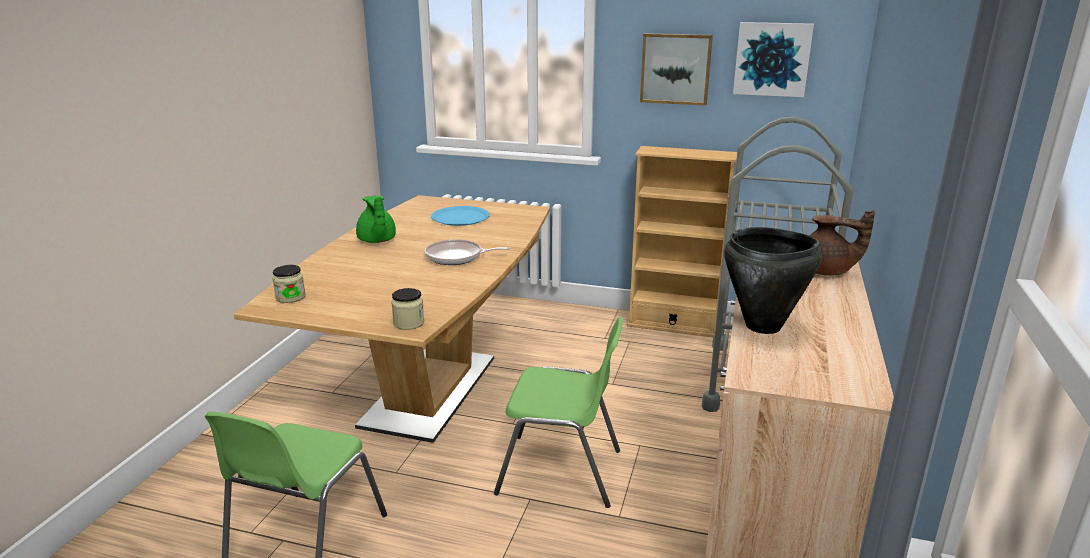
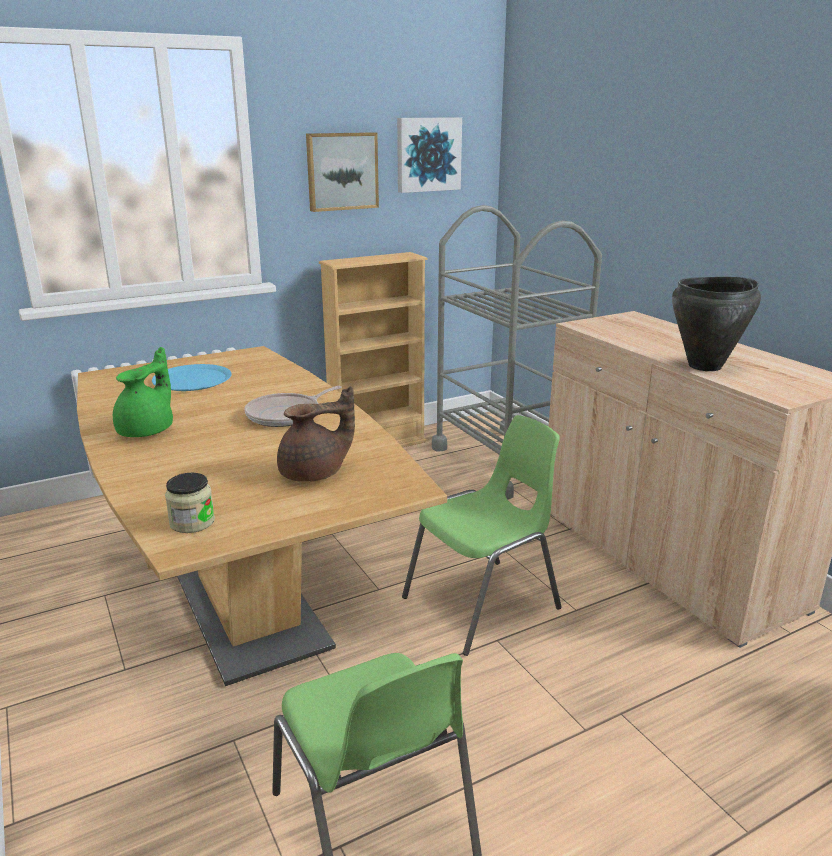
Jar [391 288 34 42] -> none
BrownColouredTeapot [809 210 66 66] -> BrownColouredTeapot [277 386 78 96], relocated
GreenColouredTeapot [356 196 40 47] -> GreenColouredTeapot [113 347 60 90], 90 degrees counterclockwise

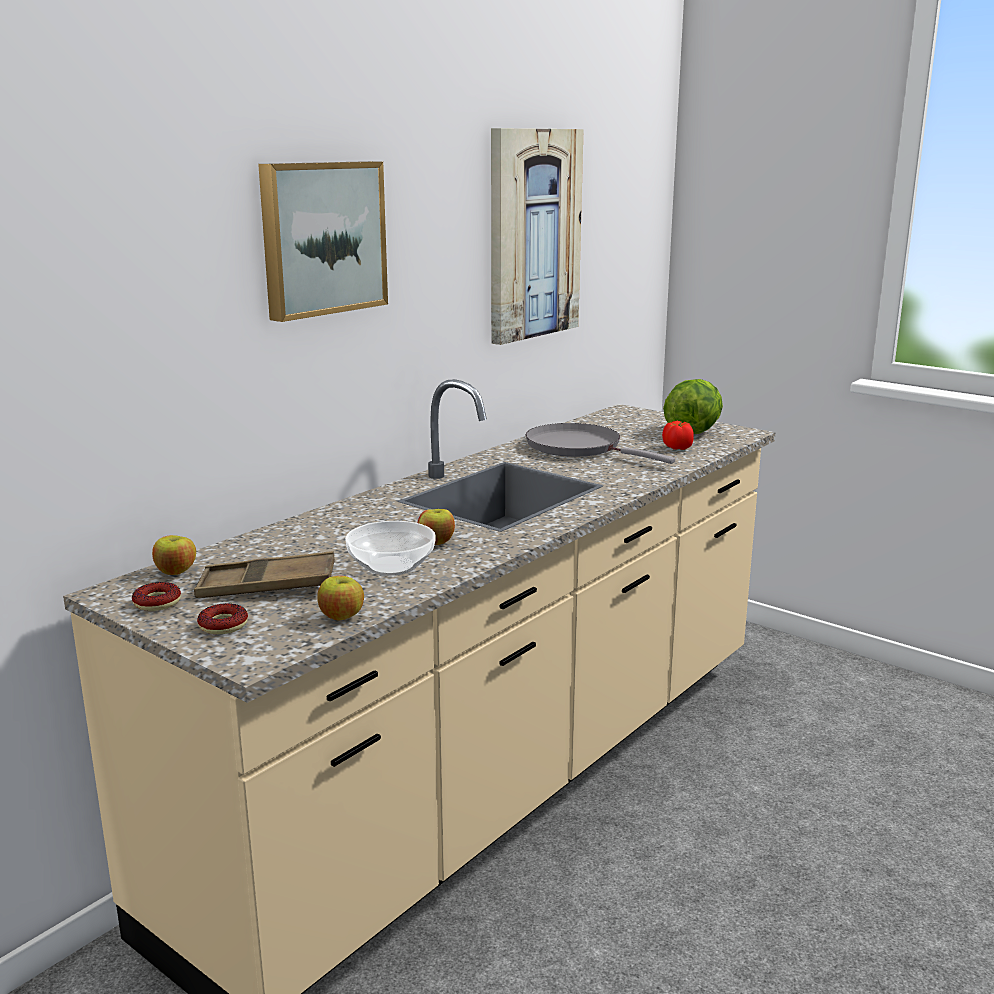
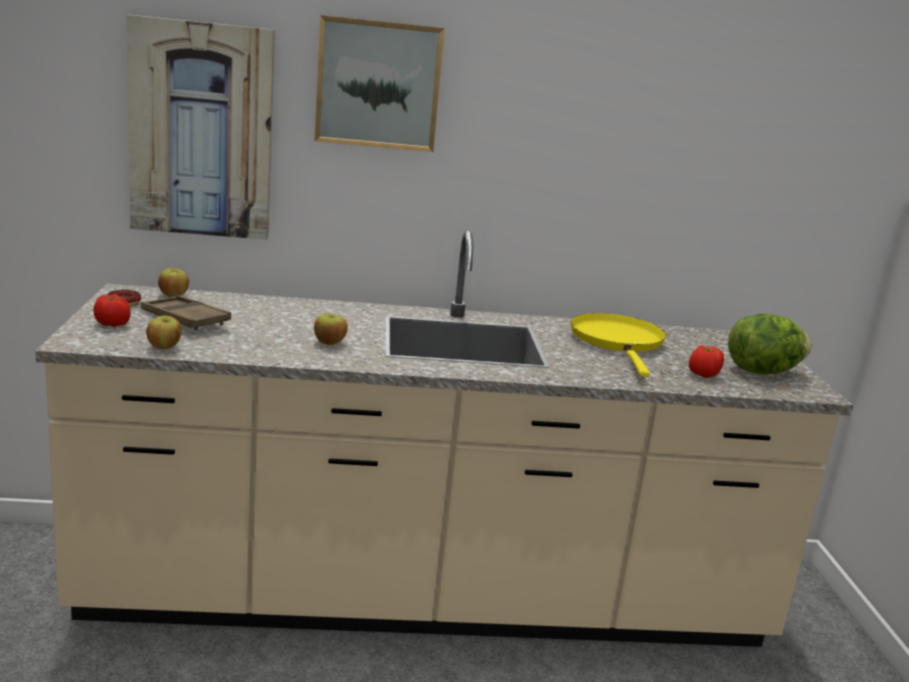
ServingBowl [345 521 91 55] -> none
WallPicture [491 128 93 217] -> WallPicture [126 15 149 225], relocated
Doughnut [197 603 51 31] -> Tomato [93 294 38 33]
GreyPan [525 423 150 41] -> YellowishPan [571 313 95 64]

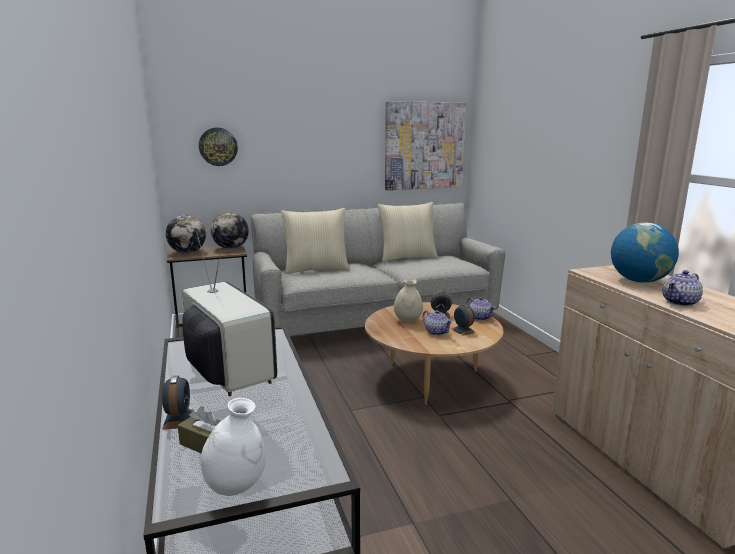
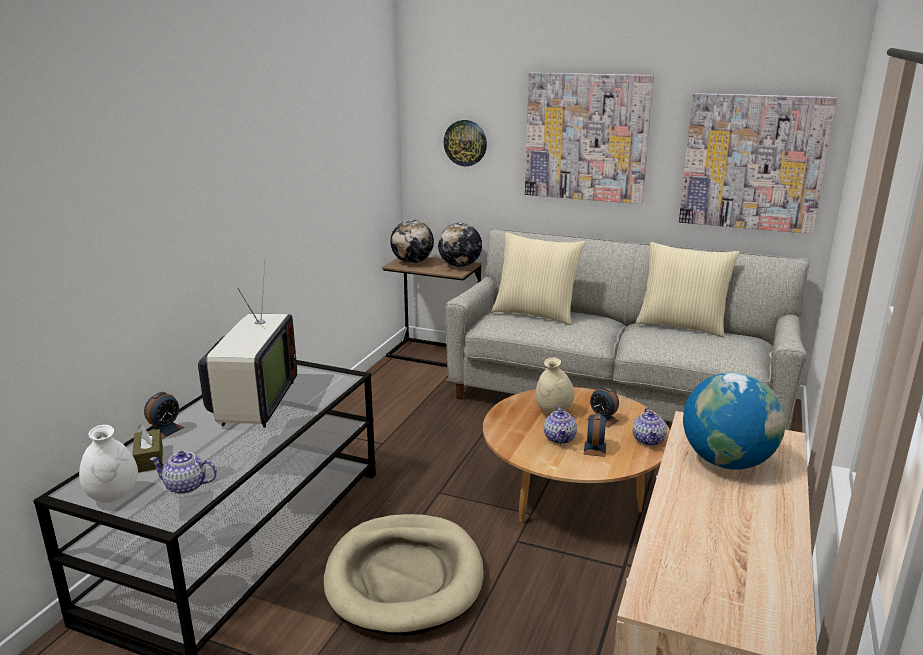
none -> BeigeColouredDogBed [324 514 160 122]
none -> WallPicture [525 72 129 132]
Teapot [663 270 40 36] -> Teapot [149 451 68 43], relocated

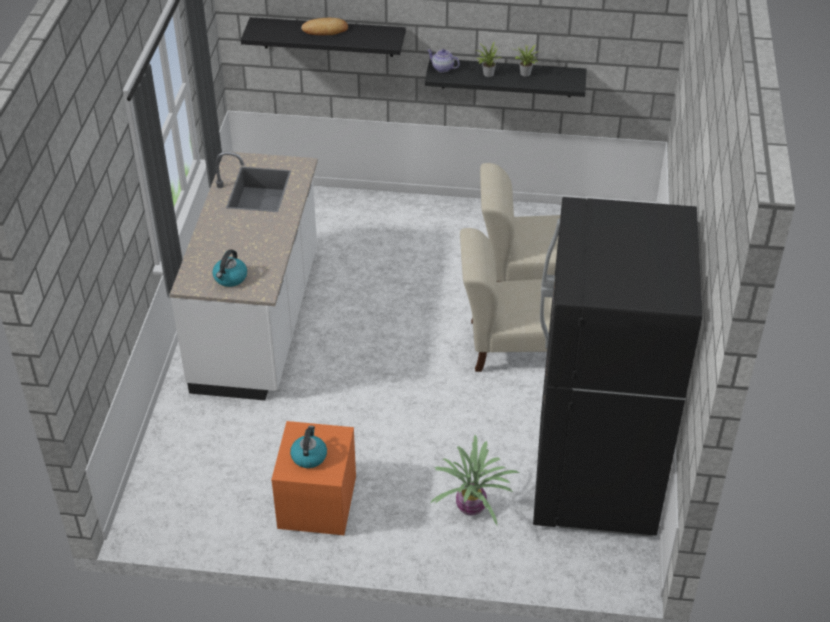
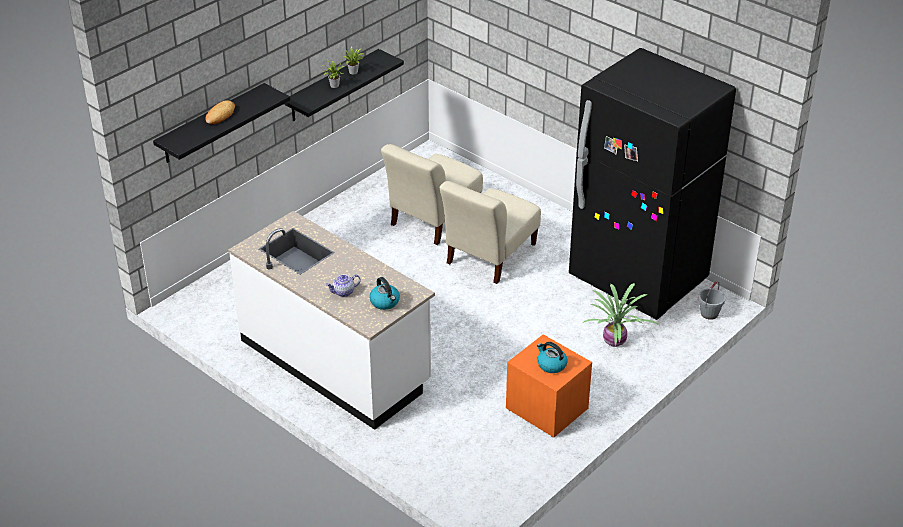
none -> GreyPail [698 281 28 39]
Teapot [427 49 33 24] -> Teapot [326 274 35 23], relocated

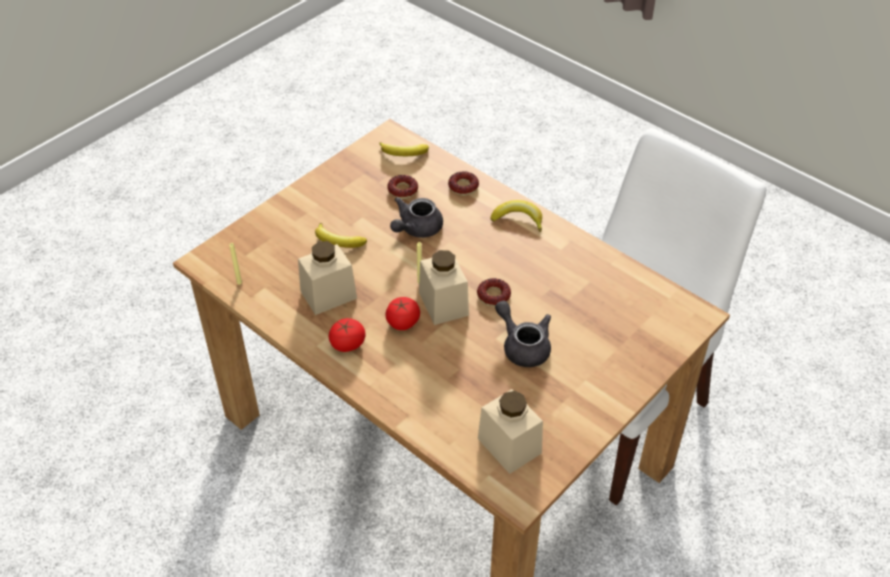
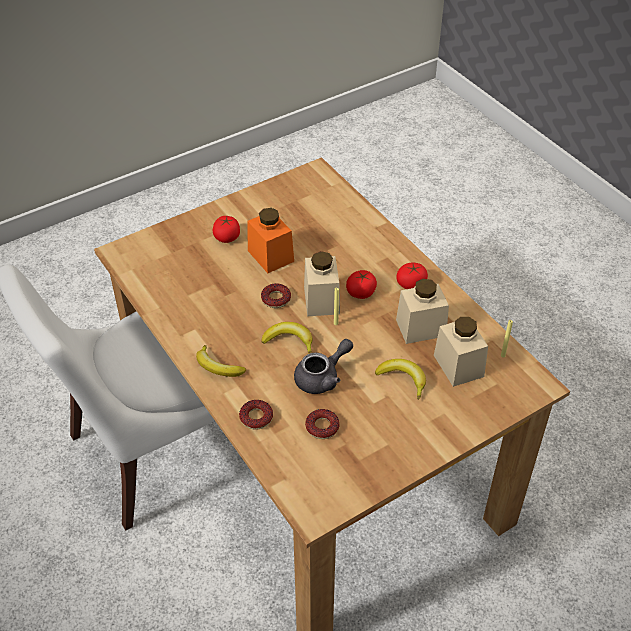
none -> Tomato [213 216 27 27]
WholeBanana [380 142 49 14] -> WholeBanana [261 322 51 32], relocated
BeigeColouredJar [478 389 65 85] -> BeigeColouredJar [434 317 54 70], relocated
GreyTeapot [495 301 56 66] -> OrangeColouredJar [247 208 47 65]

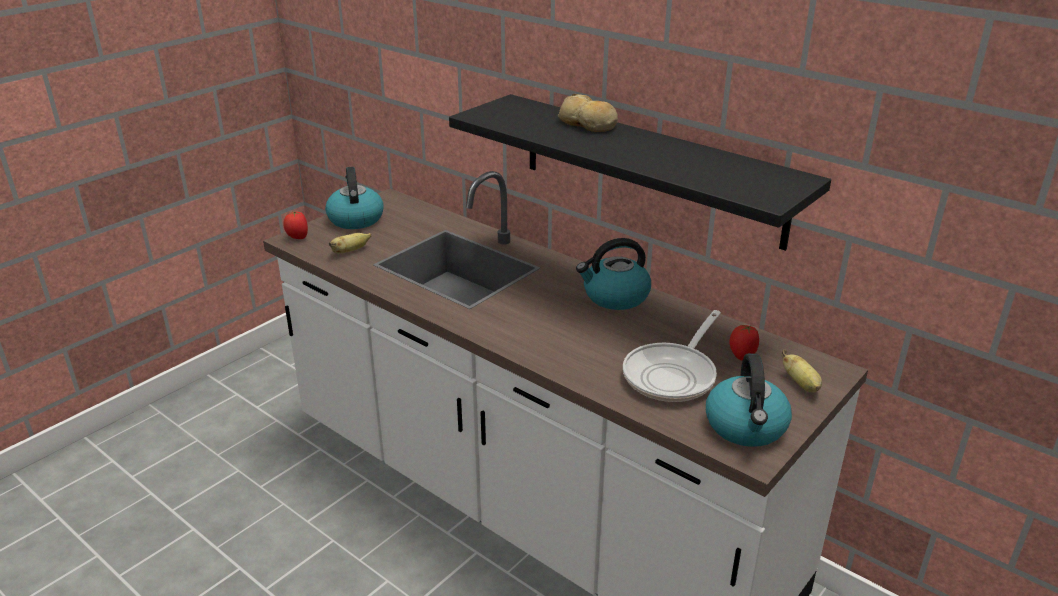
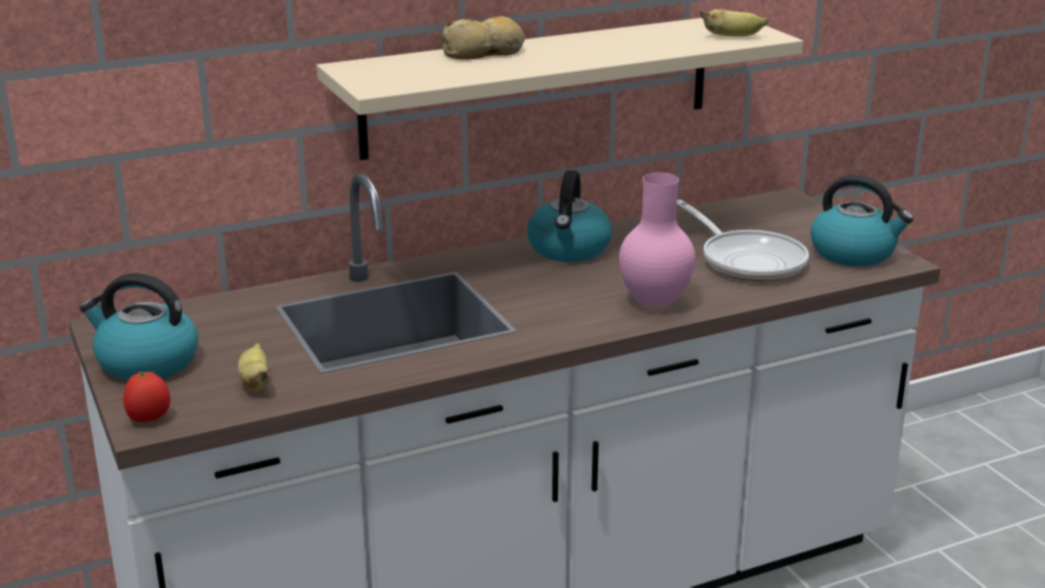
Tomato [730 325 29 36] -> none
none -> PinkishFlowerVase [619 173 76 135]
WholeBanana [781 350 41 43] -> WholeBanana [700 9 68 28], relocated
BlackBracketShelf [449 94 382 157] -> BeigeColouredBracketShelf [316 18 487 142]

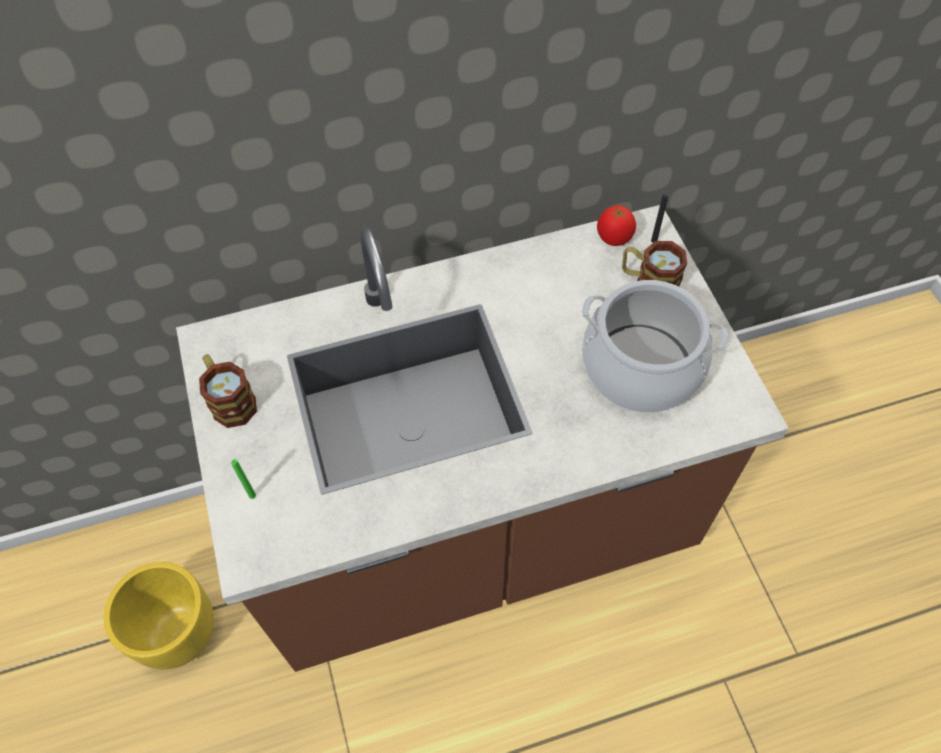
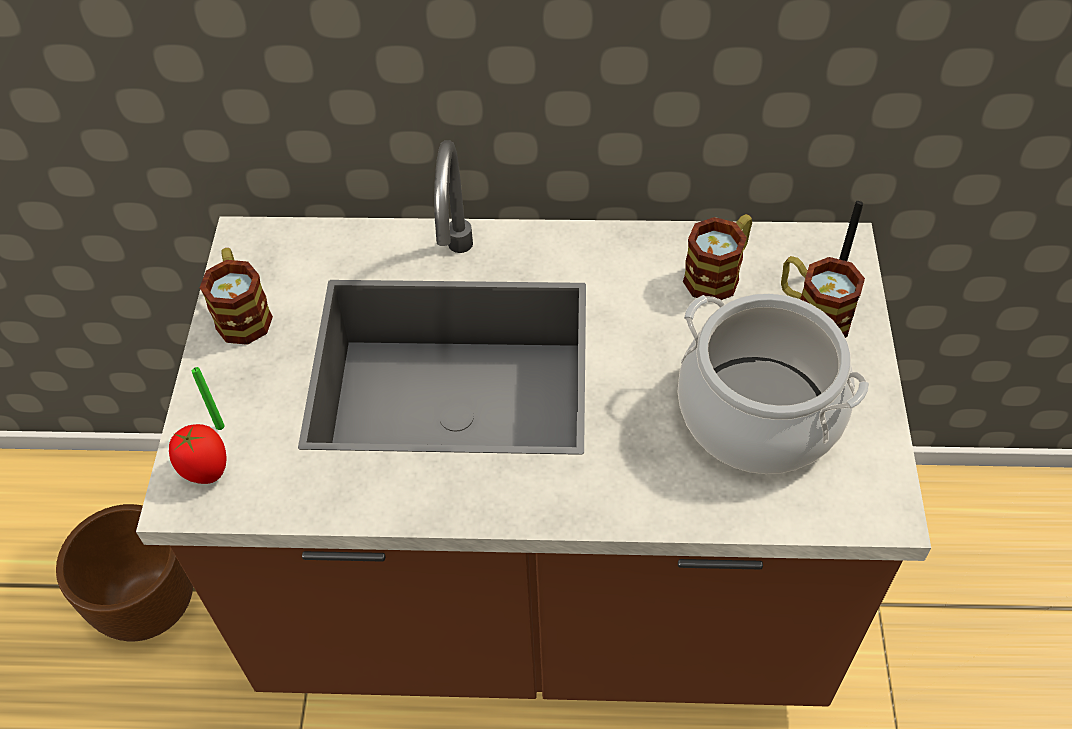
none -> CoffeeMug [683 214 69 86]
Tomato [597 205 39 41] -> Tomato [169 424 58 60], relocated
YellowishFlowerPot [104 562 110 107] -> BrownColouredFlowerPot [56 504 137 137]

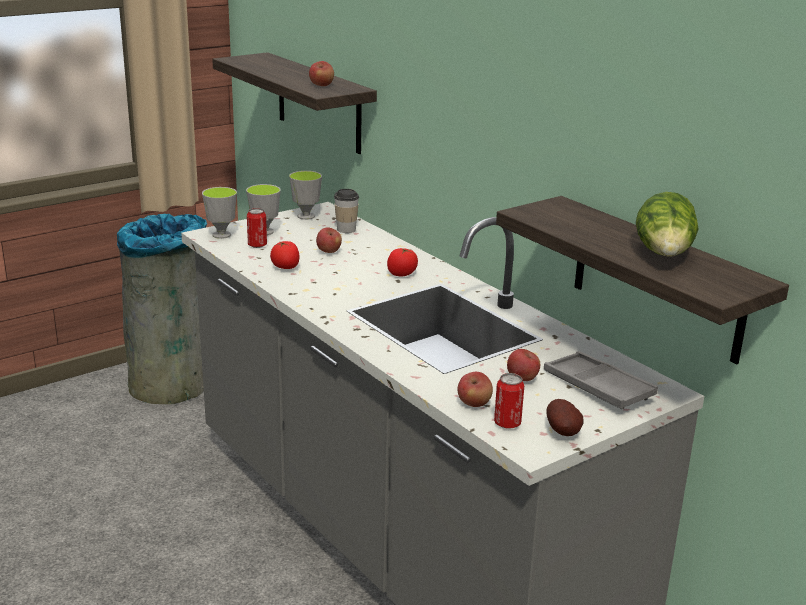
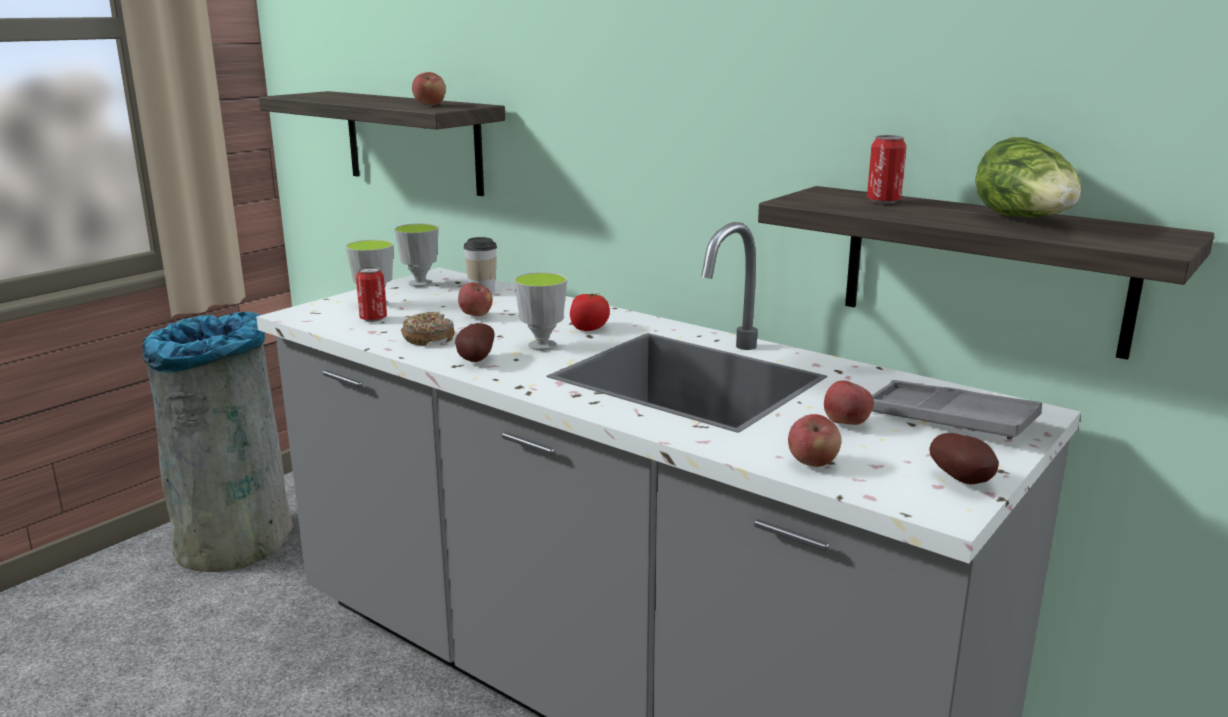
none -> Potato [455 323 39 39]
DrinkingCup [202 187 35 52] -> DrinkingCup [514 272 53 79], relocated
Can [494 373 30 56] -> Can [867 135 39 69], relocated
Tomato [270 241 30 28] -> Doughnut [401 312 54 34]

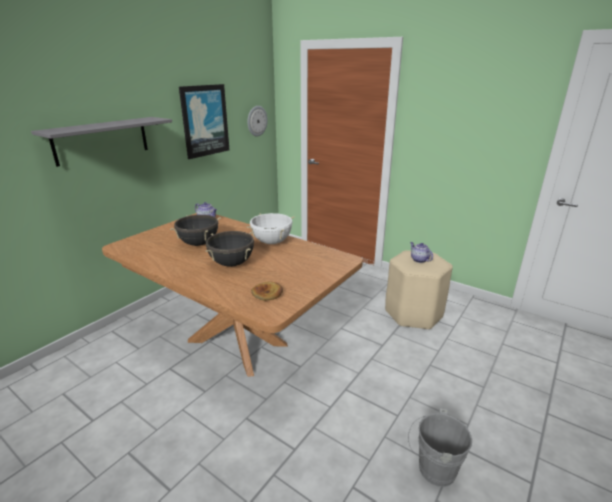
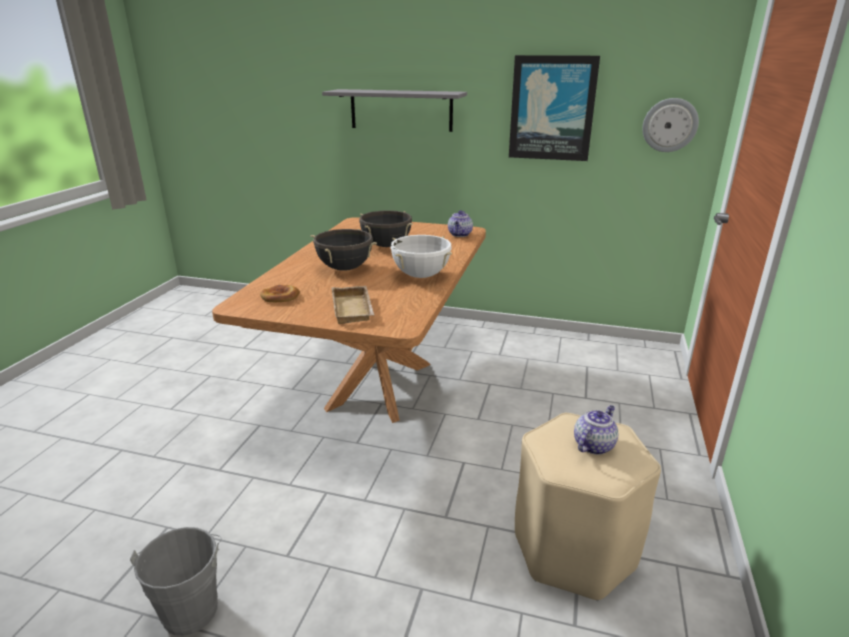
none -> BeigeColouredServingTray [332 286 42 38]

